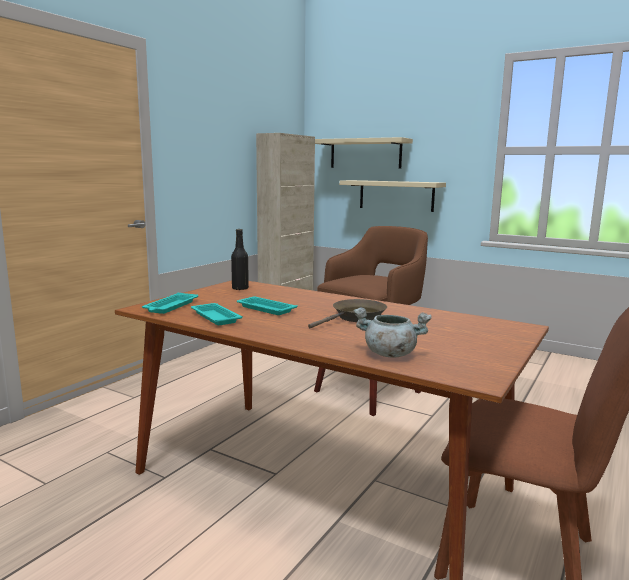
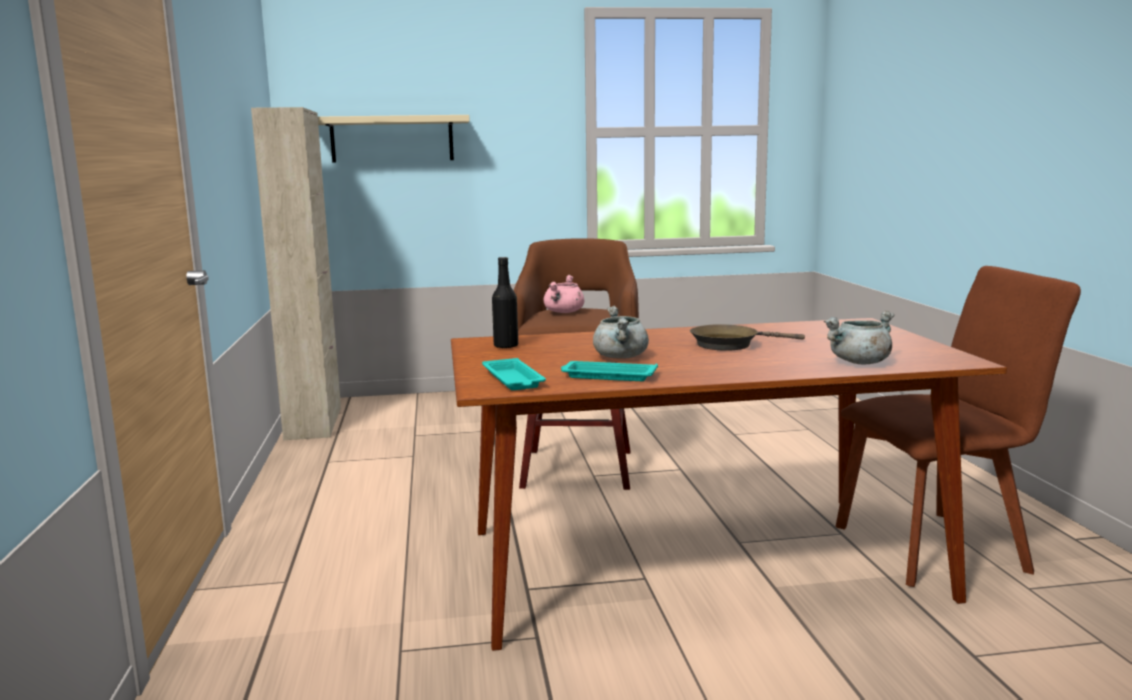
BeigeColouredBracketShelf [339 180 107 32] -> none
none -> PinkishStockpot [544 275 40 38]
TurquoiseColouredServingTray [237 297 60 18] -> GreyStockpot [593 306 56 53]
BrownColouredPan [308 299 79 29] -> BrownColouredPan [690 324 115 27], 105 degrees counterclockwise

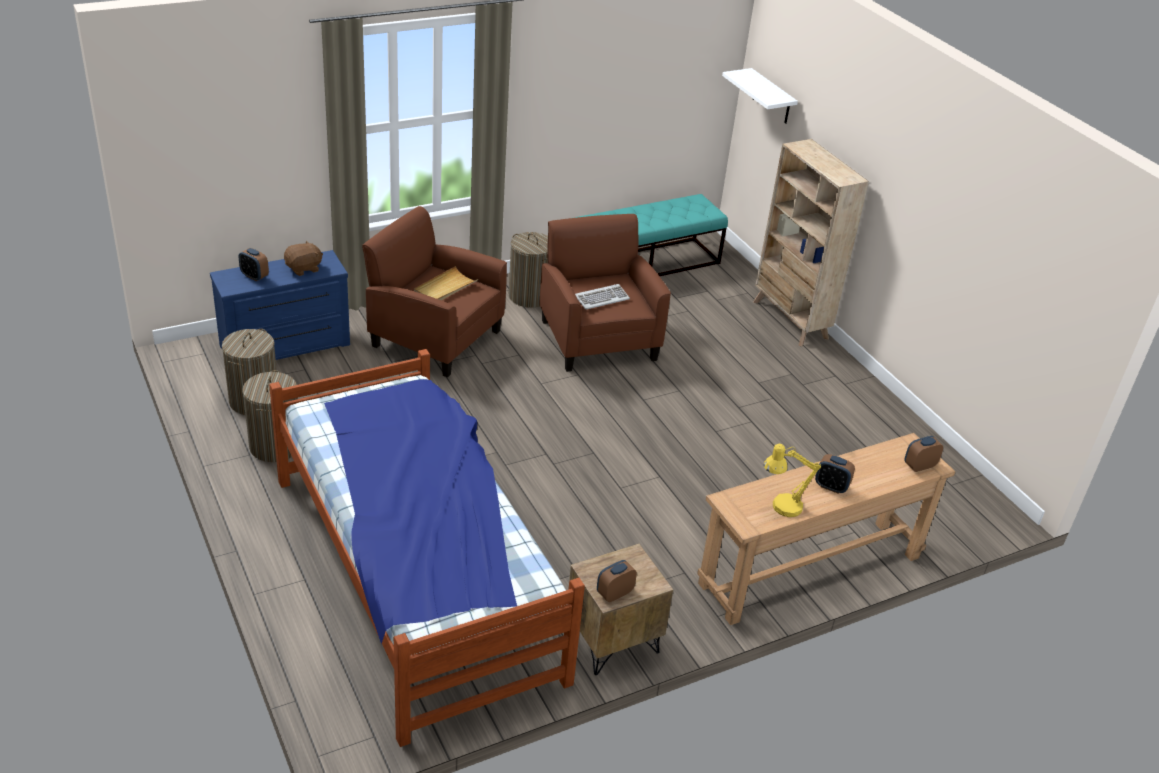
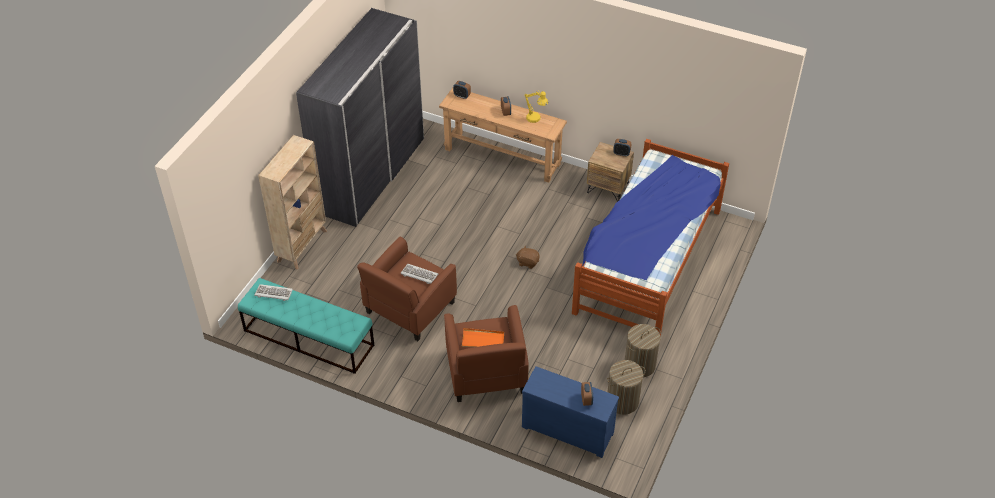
LaundryBasket [509 232 39 76] -> none
WhitishBracketShelf [722 68 76 56] -> none
none -> Keyboard [254 284 39 17]
none -> GreyClothesCupboard [296 8 128 219]
BrownColouredPlushToy [284 240 39 36] -> BrownColouredPlushToy [516 246 24 23], relocated
BeigeColouredServingTray [414 266 64 34] -> OrangeColouredServingTray [462 328 42 19]

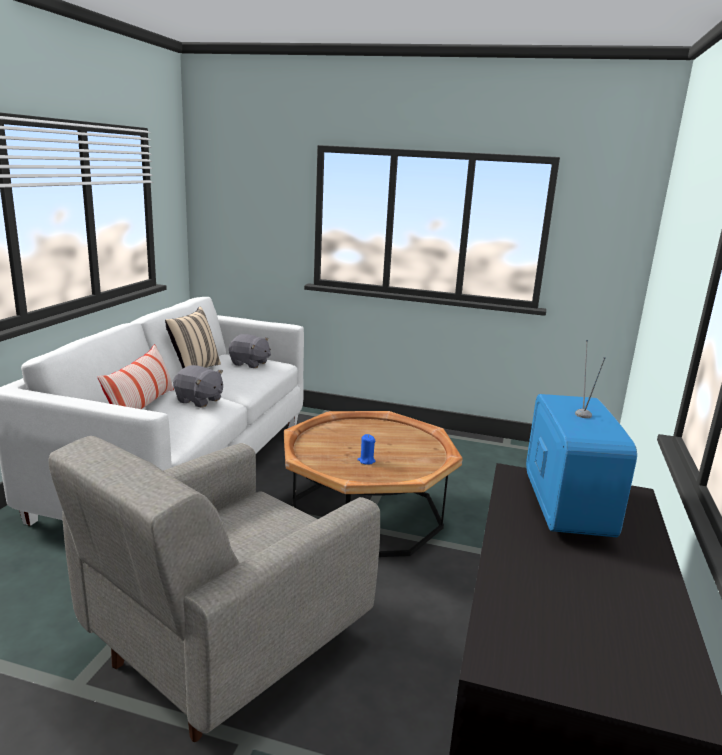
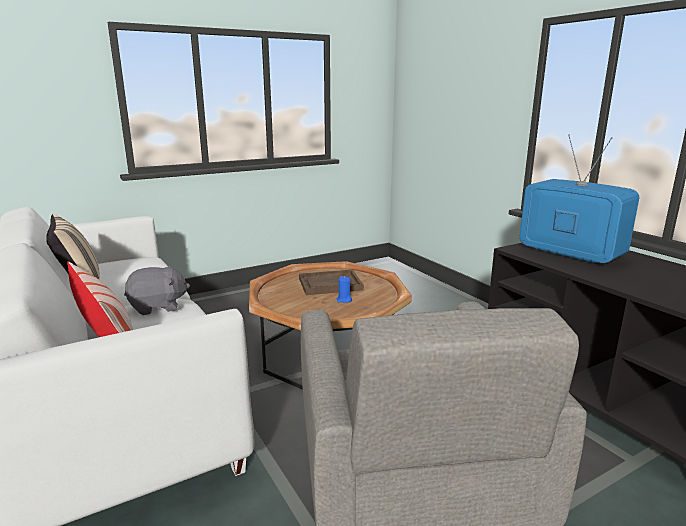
GreyPlushToy [229 334 42 34] -> none
none -> BrownColouredServingTray [299 270 65 25]

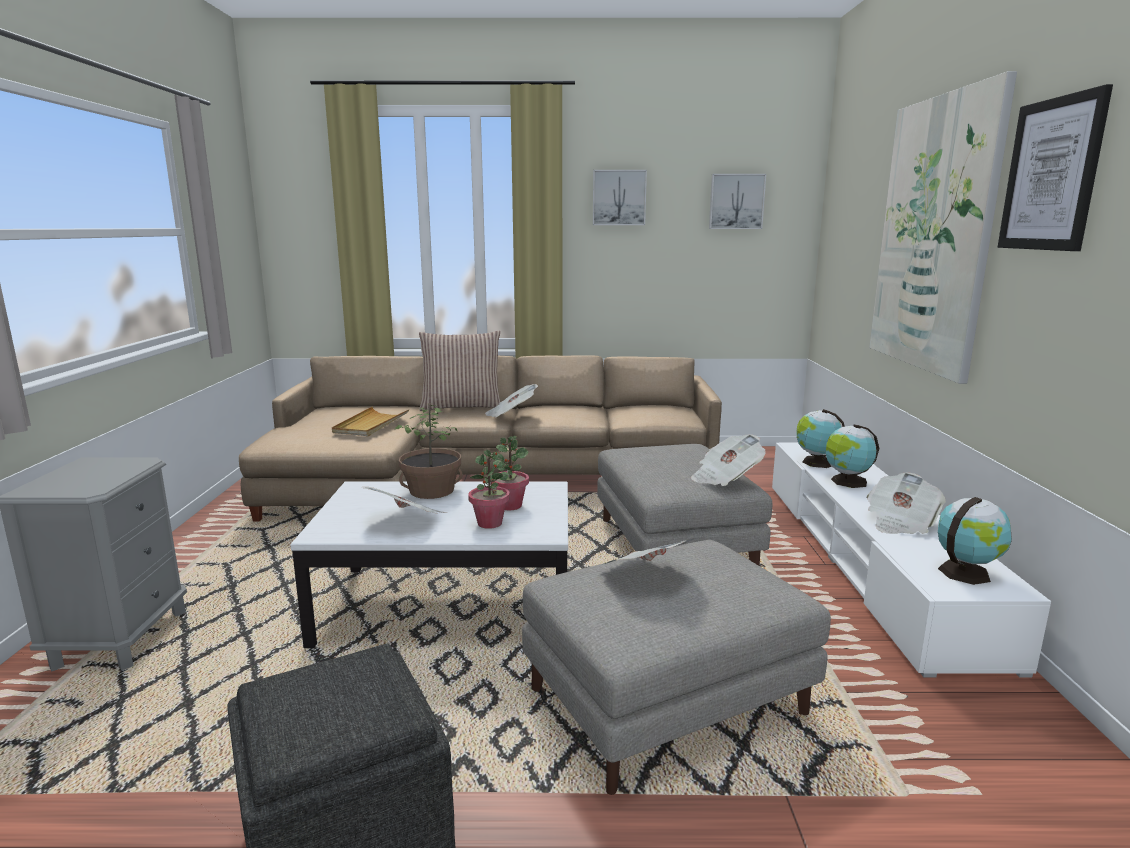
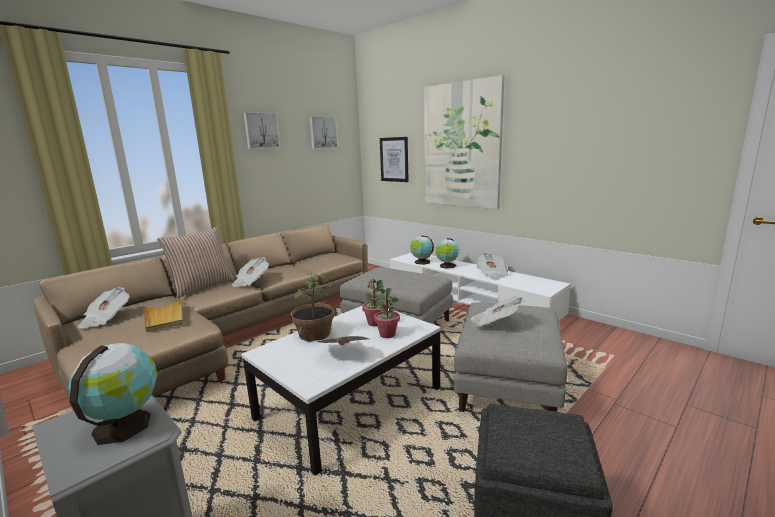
PrintedPaper [691 434 75 52] -> PrintedPaper [78 287 51 41], relocated
DeskGlobe [938 497 74 88] -> DeskGlobe [68 343 89 102], relocated
WallPicture [998 84 115 167] -> WallPicture [380 137 29 45], relocated

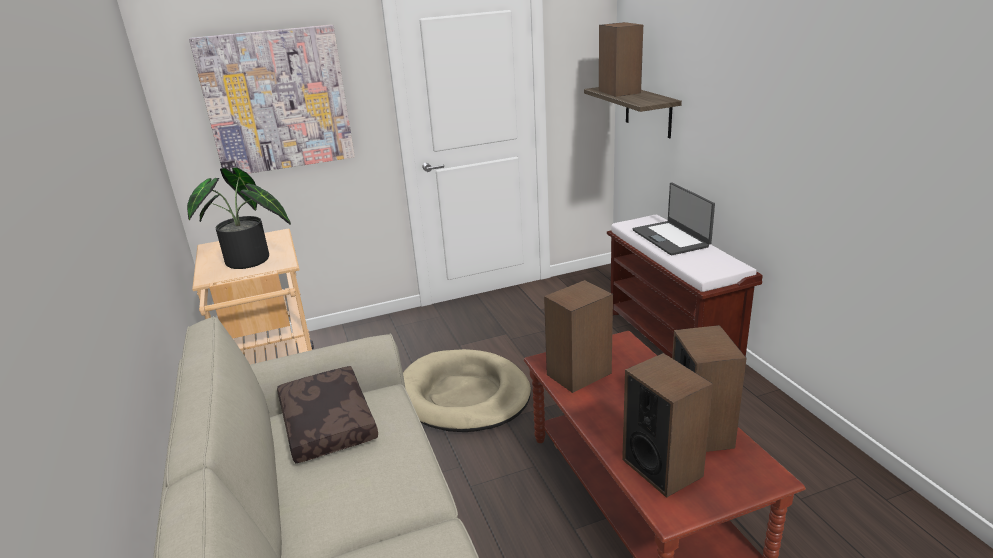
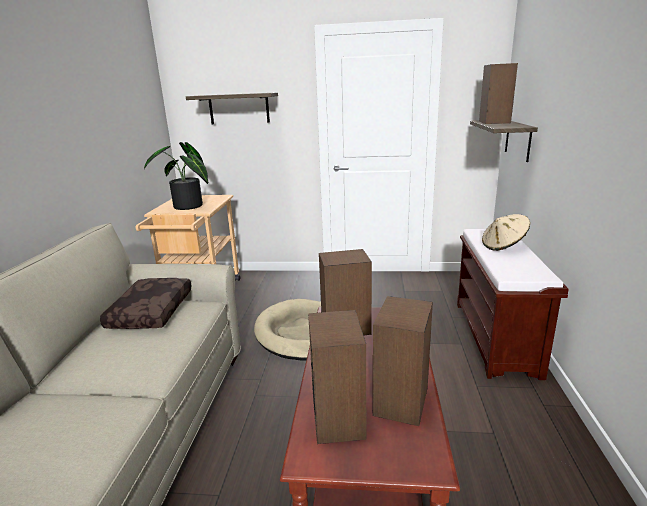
WallPicture [189 25 166 149] -> BracketShelf [186 92 92 32]
Laptop [633 182 82 73] -> BeigeColouredHat [482 214 48 37]

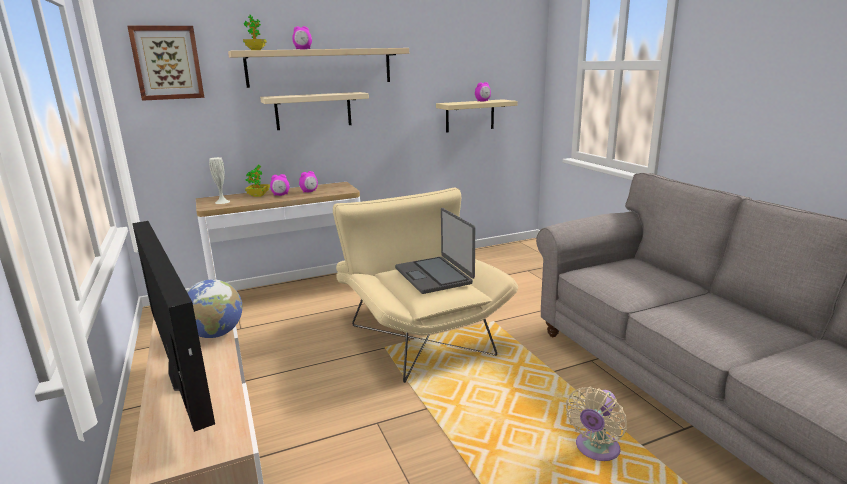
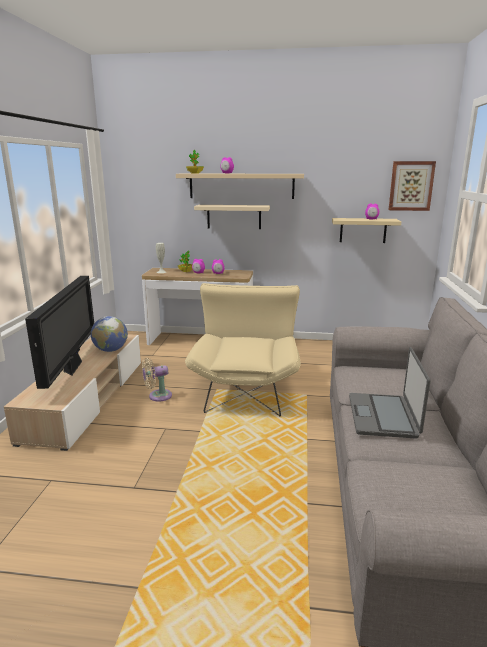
WallPicture [127 26 77 75] -> WallPicture [389 161 47 50], relocated
Laptop [395 208 80 86] -> Laptop [349 347 82 92], relocated
BeigeColouredFan [566 387 61 74] -> BeigeColouredFan [142 358 30 44], relocated

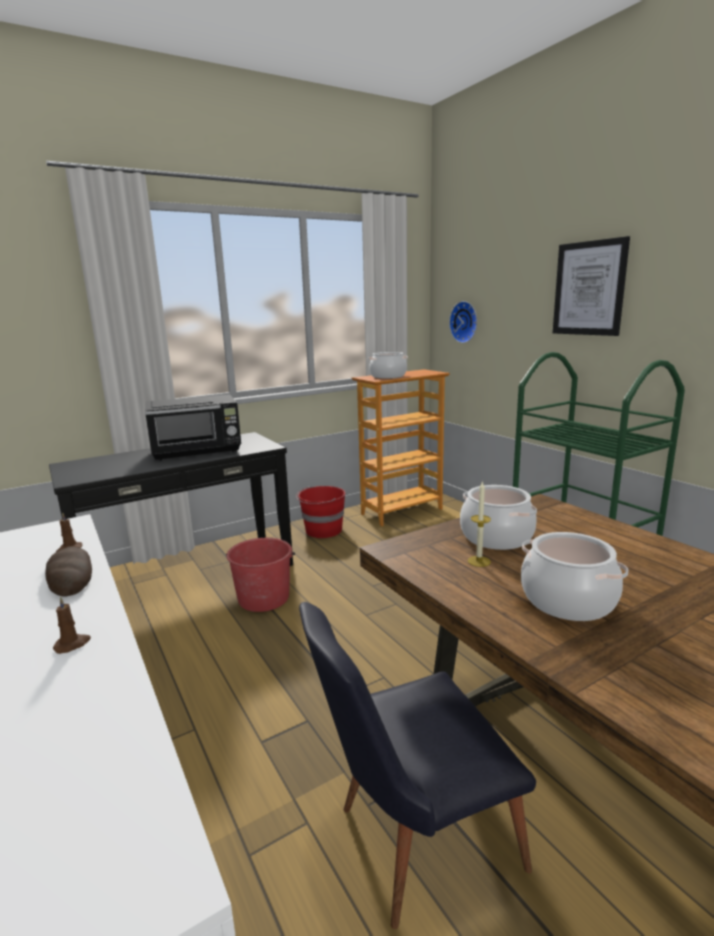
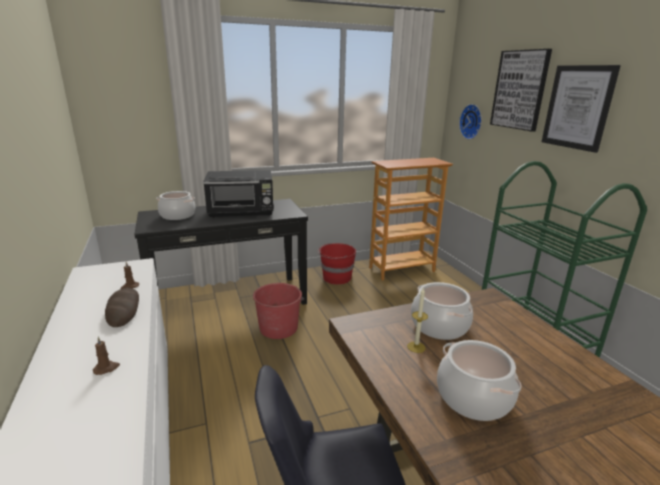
none -> WallPicture [490 49 62 83]
Stockpot [368 352 40 27] -> Stockpot [156 191 39 29], relocated

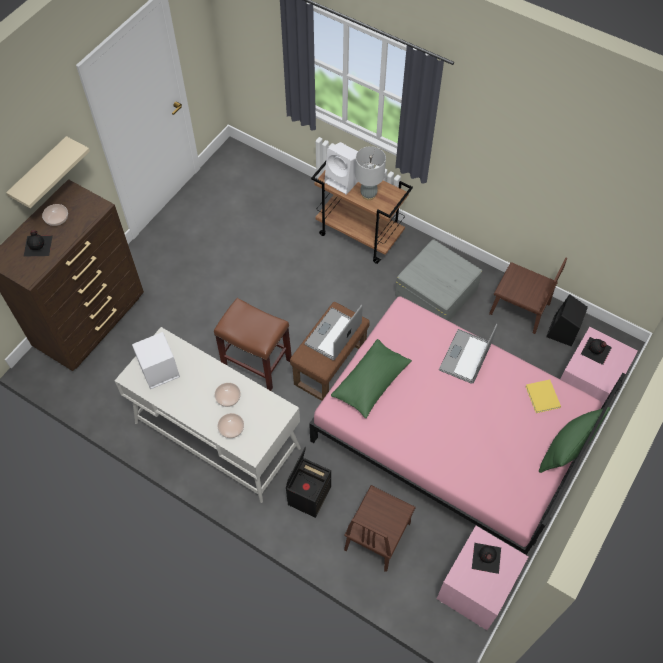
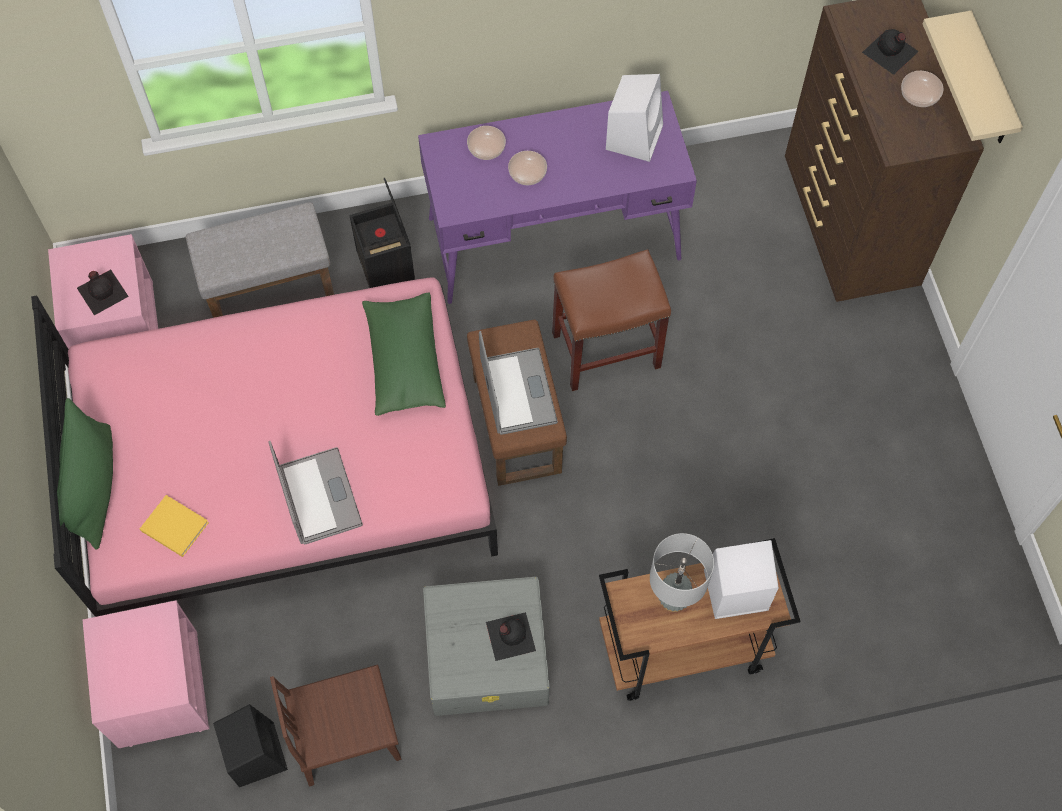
BlackBeverageBottle [581 337 31 28] -> BlackBeverageBottle [486 612 50 49], relocated
BrownColouredUprightChair [344 485 72 87] -> GreyPouffe [186 202 148 116]
WhitishDeskTable [115 327 186 176] -> PurpleColouredDeskTable [418 91 279 213]

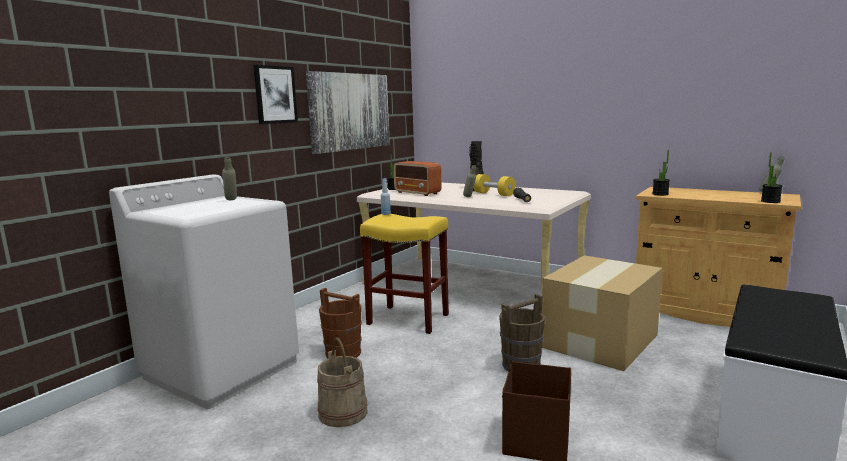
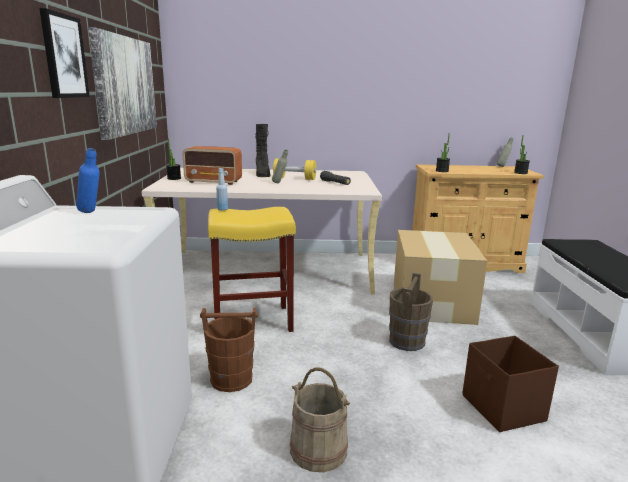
GreyBeverageBottle [222 157 15 43] -> BlueColouredBeverageBottle [76 148 24 65]

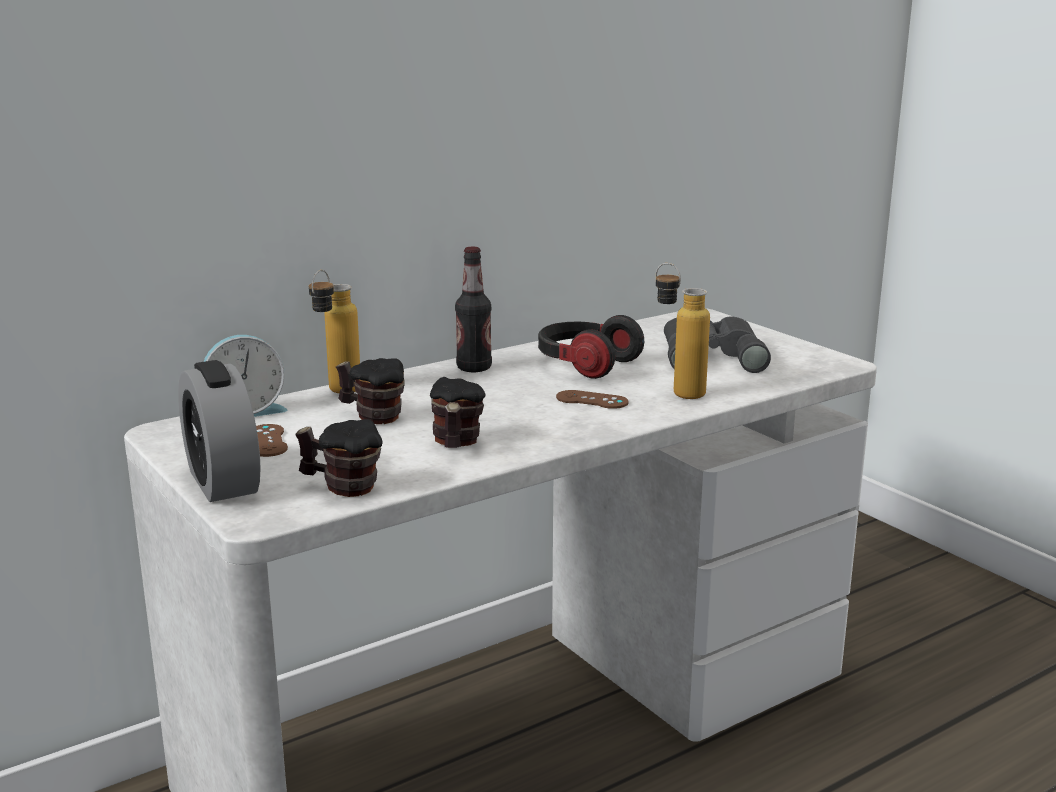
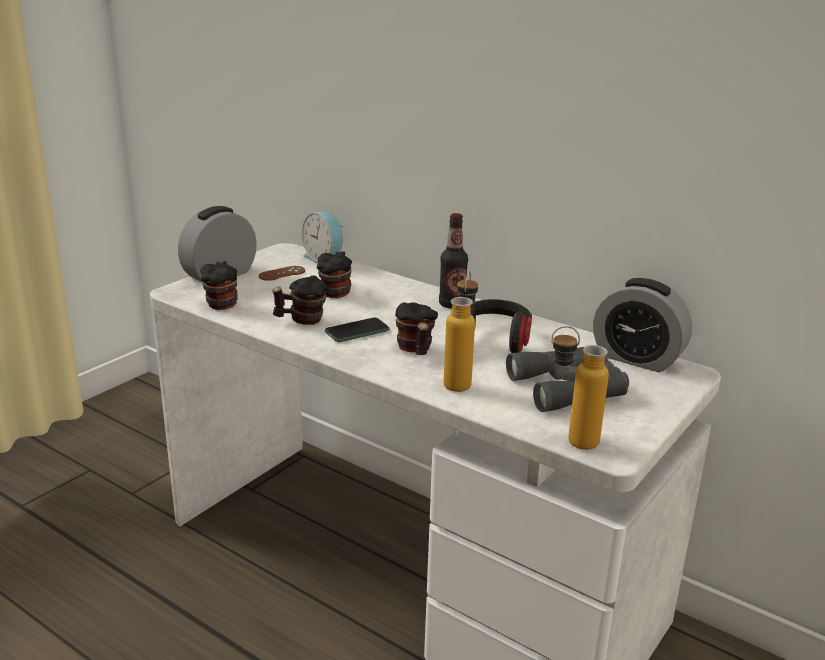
none -> Phone [325 317 65 25]
none -> TableClock [593 278 99 94]
BeverageBottle [309 270 51 123] -> BeverageBottle [551 326 58 124], relocated
BrownColouredGamepad [556 390 73 19] -> CoffeeMug [395 302 43 53]

